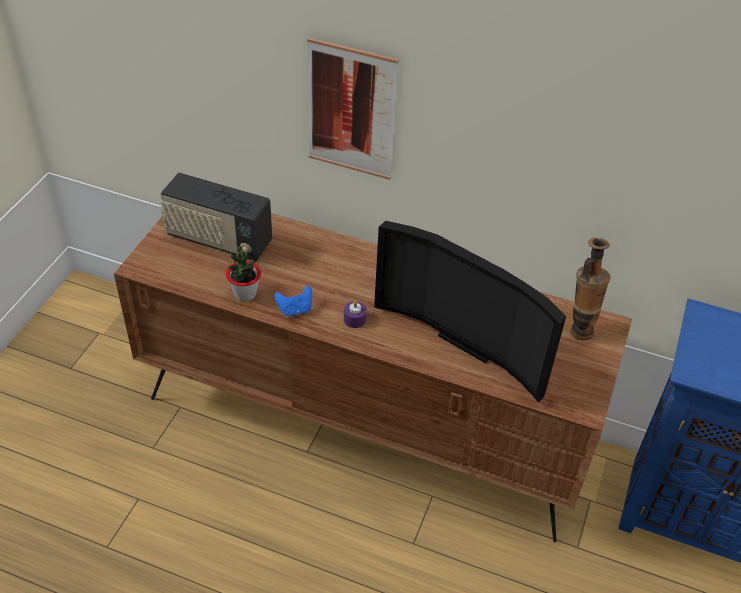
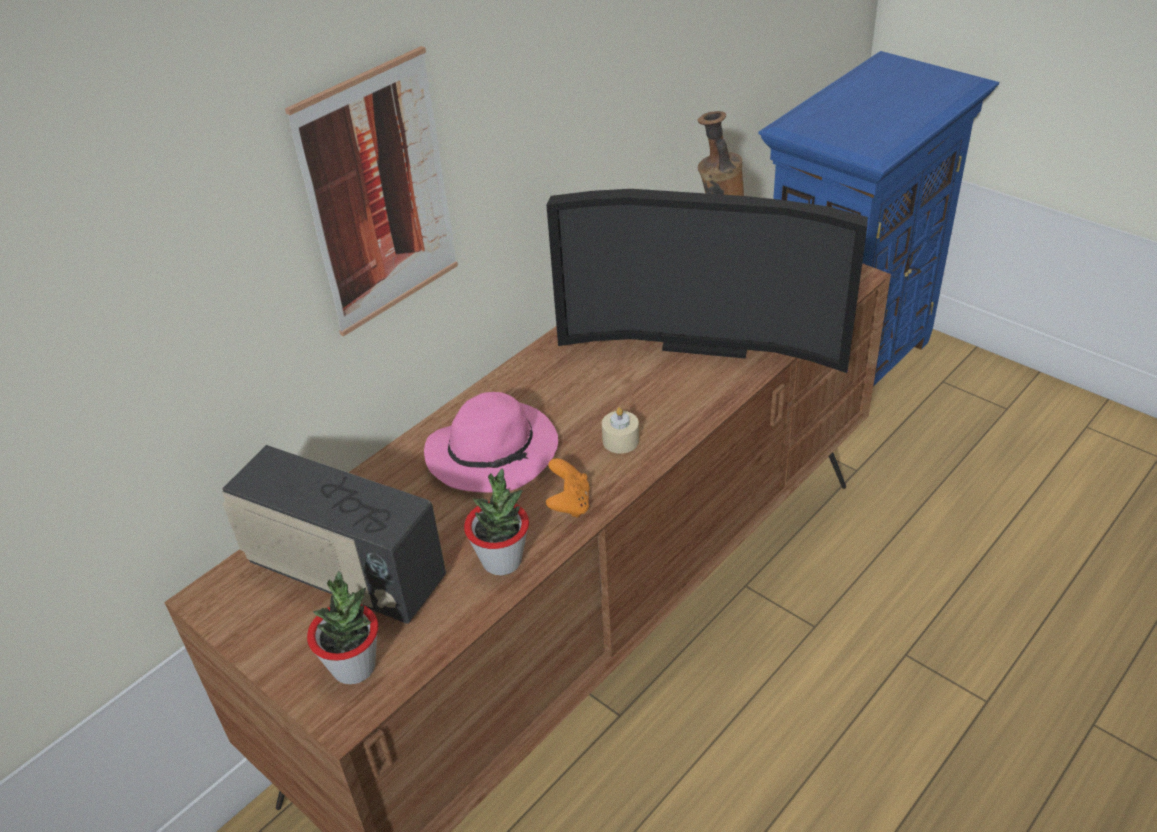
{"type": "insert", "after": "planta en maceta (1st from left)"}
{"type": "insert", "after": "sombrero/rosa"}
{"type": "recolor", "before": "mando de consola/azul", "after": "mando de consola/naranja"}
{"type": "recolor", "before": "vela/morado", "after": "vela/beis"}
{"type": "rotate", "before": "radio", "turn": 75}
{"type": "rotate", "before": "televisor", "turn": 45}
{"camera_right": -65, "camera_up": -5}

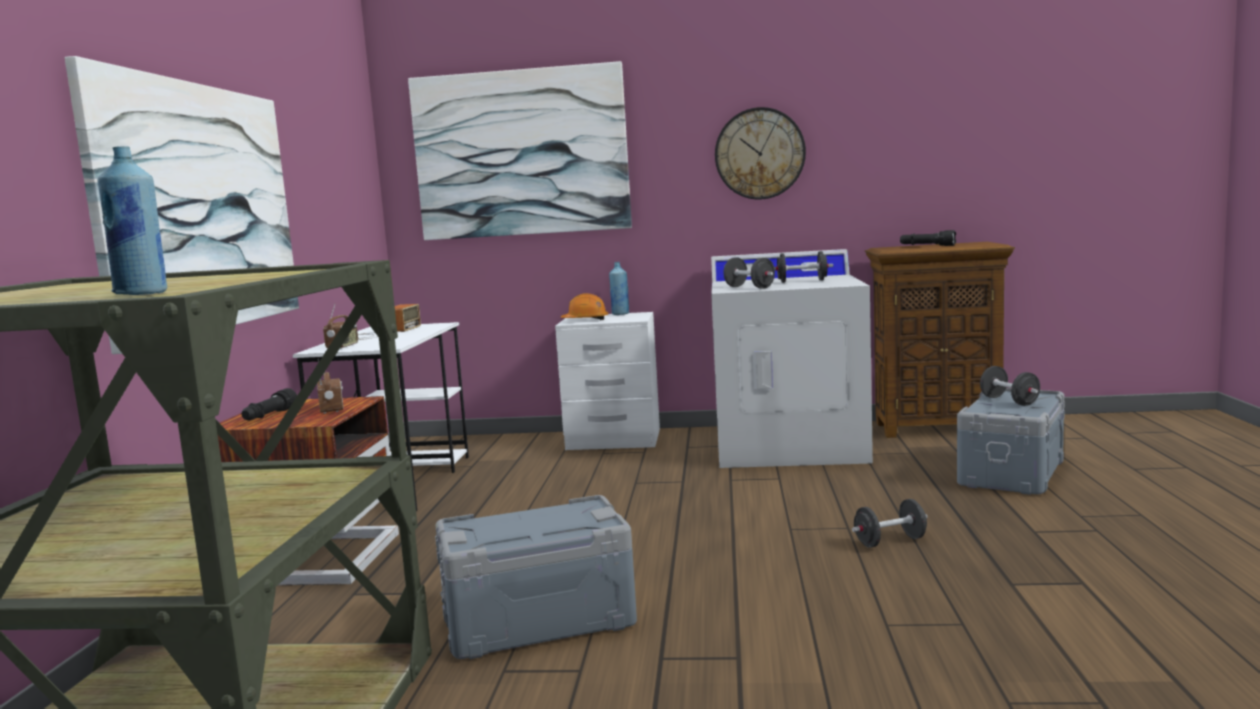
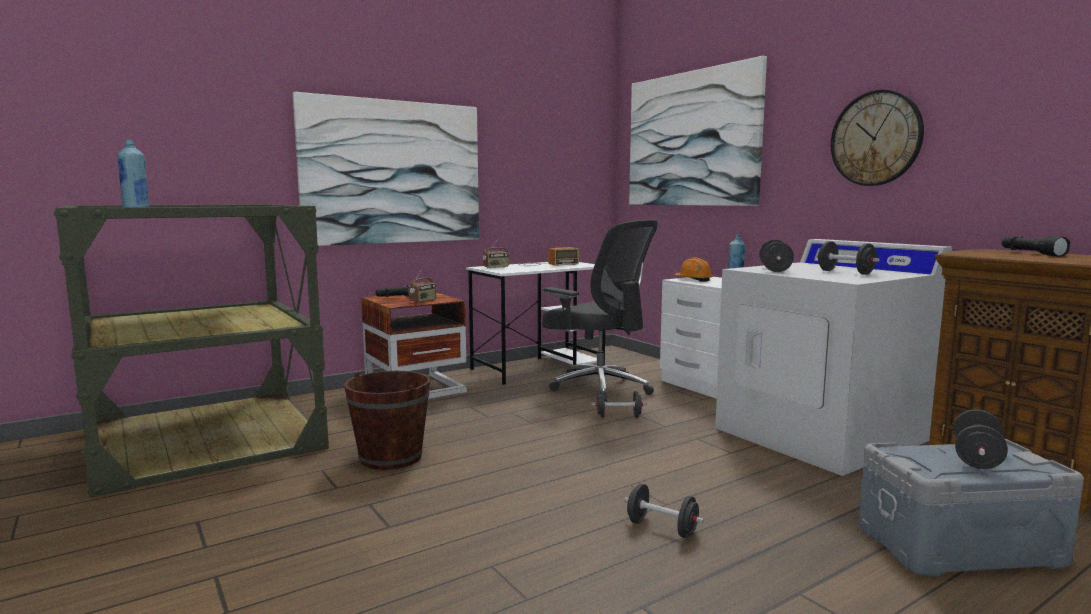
{"type": "insert", "after": "silla de oficina"}
{"type": "insert", "after": "mancuerna/negro (1st from left)"}
{"type": "replace", "before": "caja de almacenaje/gris (1st from left)", "after": "cubo/marrón"}
{"camera_right": 50, "camera_up": 0}

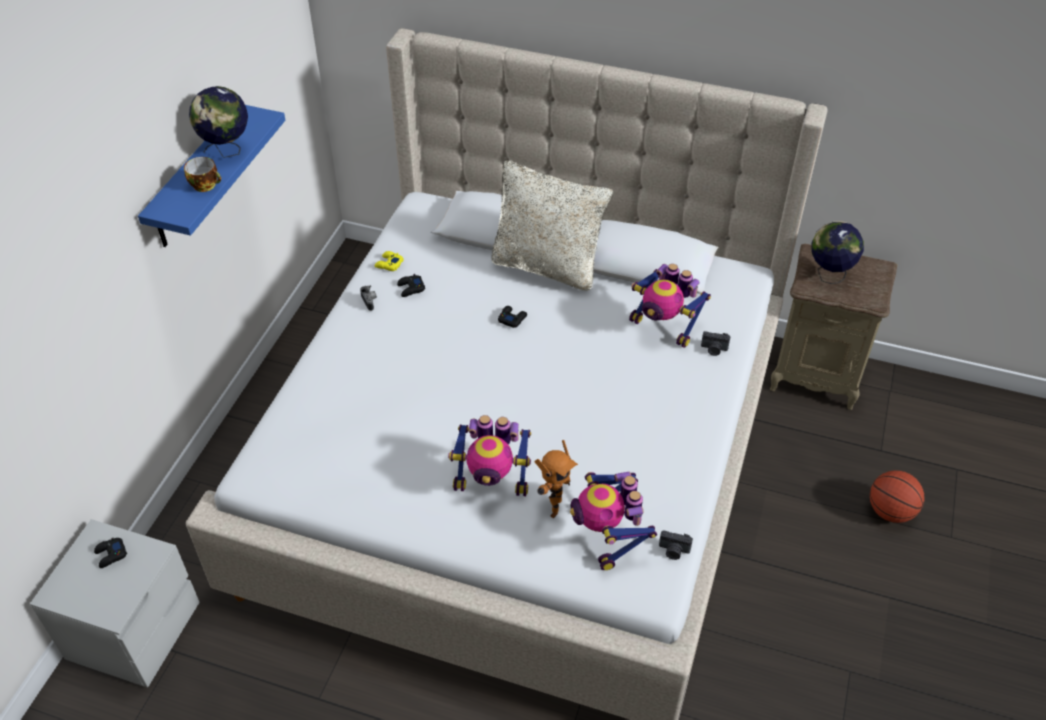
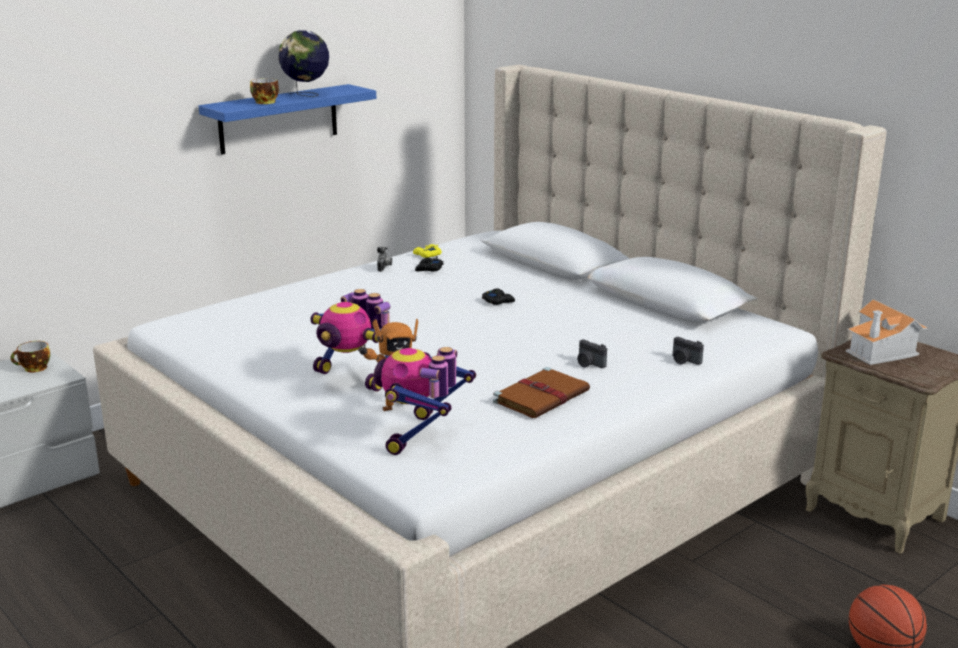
{"type": "delete", "before": "cojín/beis"}
{"type": "delete", "before": "robot de juguete (4th from left)"}
{"type": "insert", "after": "libro/marrón"}
{"type": "move", "before": "cámara (2nd from left)"}
{"type": "replace", "before": "mando de consola/negro (1st from left)", "after": "taza (1st from left)"}
{"type": "replace", "before": "globo terráqueo (2nd from left)", "after": "casita"}
{"camera_right": 30, "camera_up": -25}

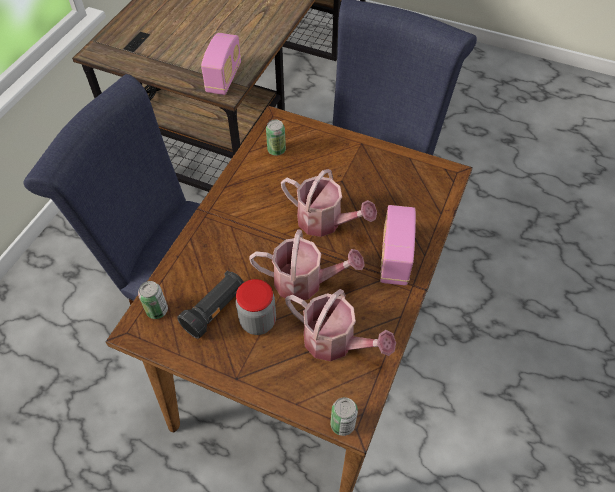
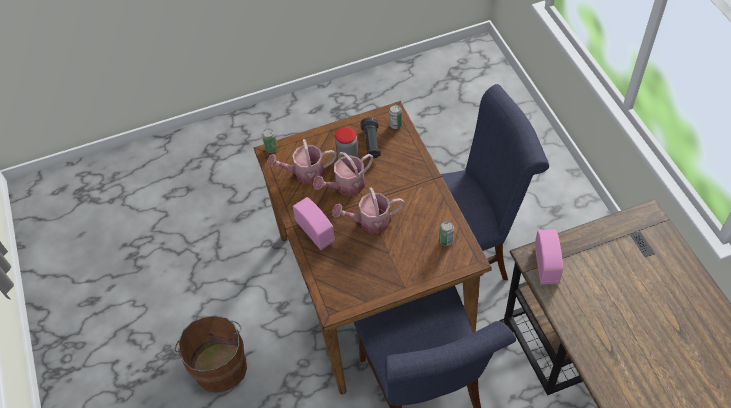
{"type": "insert", "after": "cubo/marrón"}
{"type": "rotate", "before": "radio (1st from left in the first image)", "turn": -150}
{"camera_right": 140, "camera_up": 0}

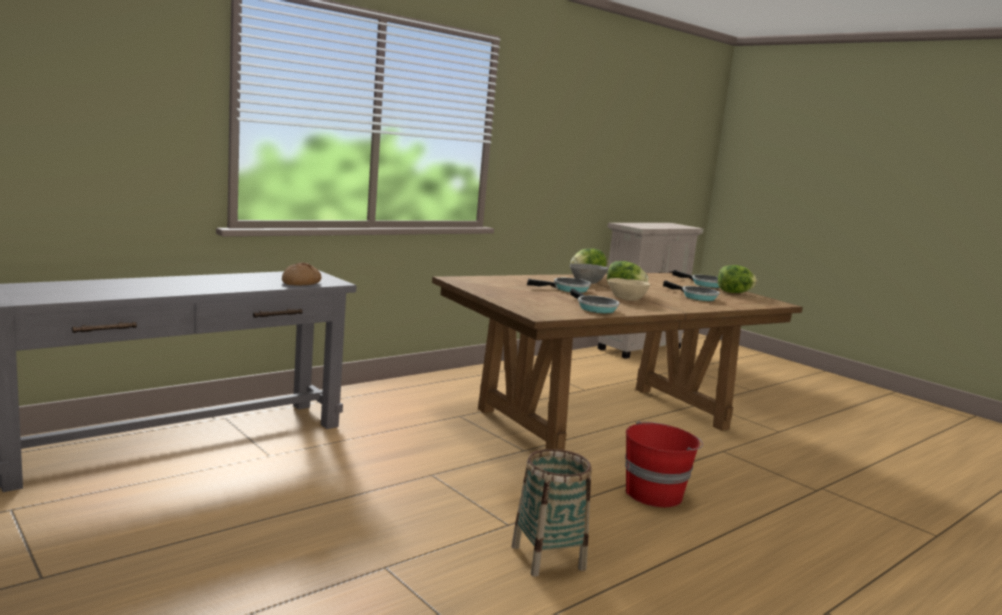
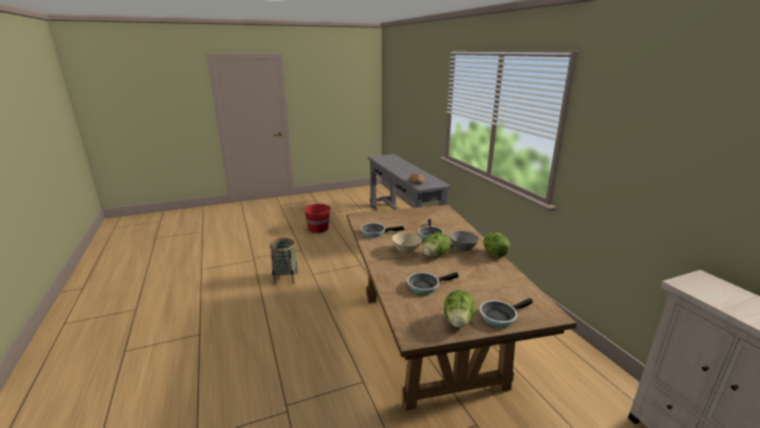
{"type": "move", "before": "cubo/rojo"}
{"camera_right": 110, "camera_up": 10}

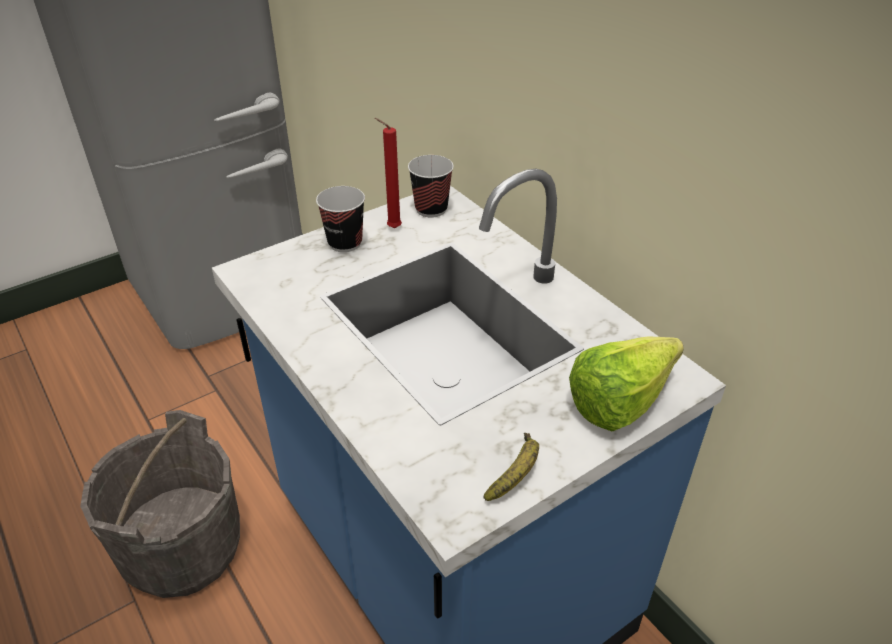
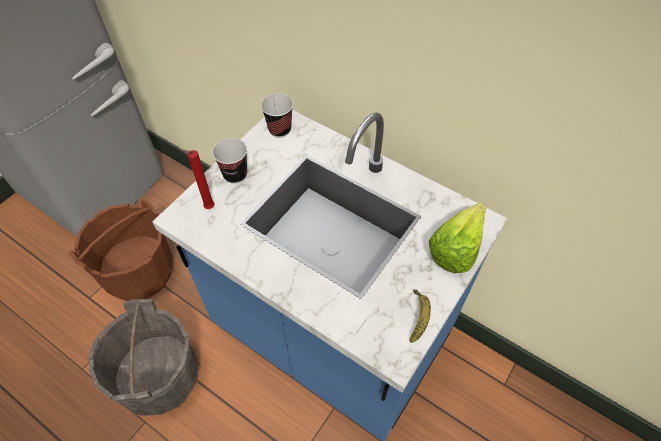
{"type": "insert", "after": "cubo/marrón"}
{"type": "move", "before": "vela/rojo"}
{"camera_right": -20, "camera_up": 15}

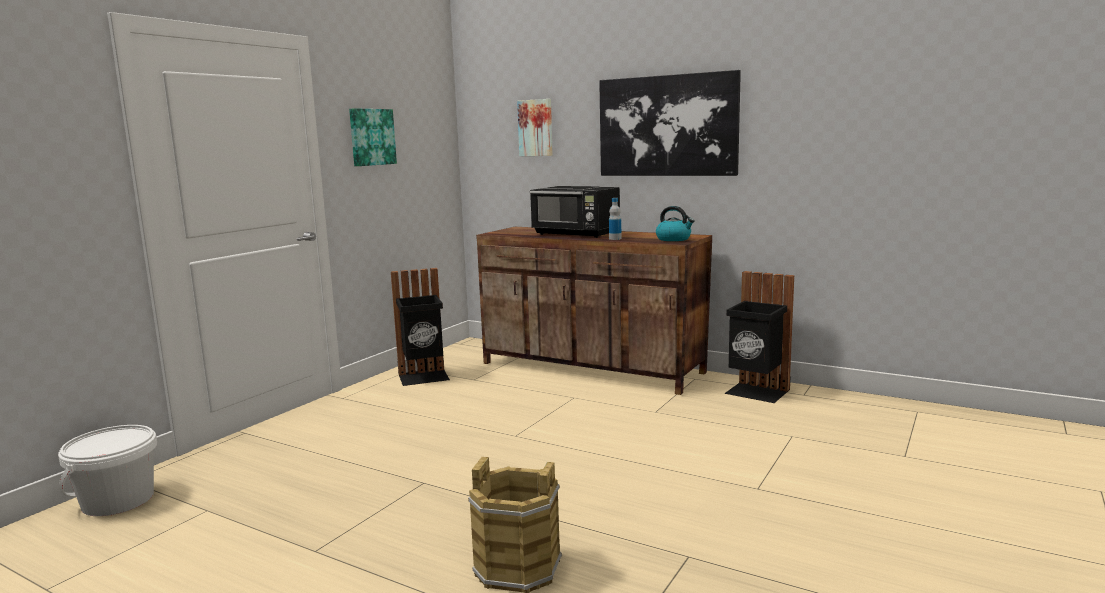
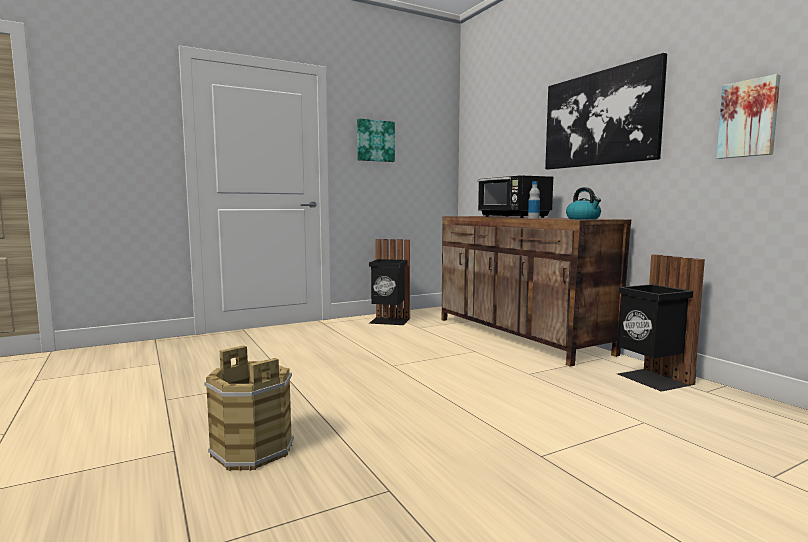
{"type": "delete", "before": "cubo/blanco"}
{"type": "move", "before": "cuadro (2nd from left in the first image)", "after": "cuadro (3rd from left)"}
{"camera_right": 30, "camera_up": -5}

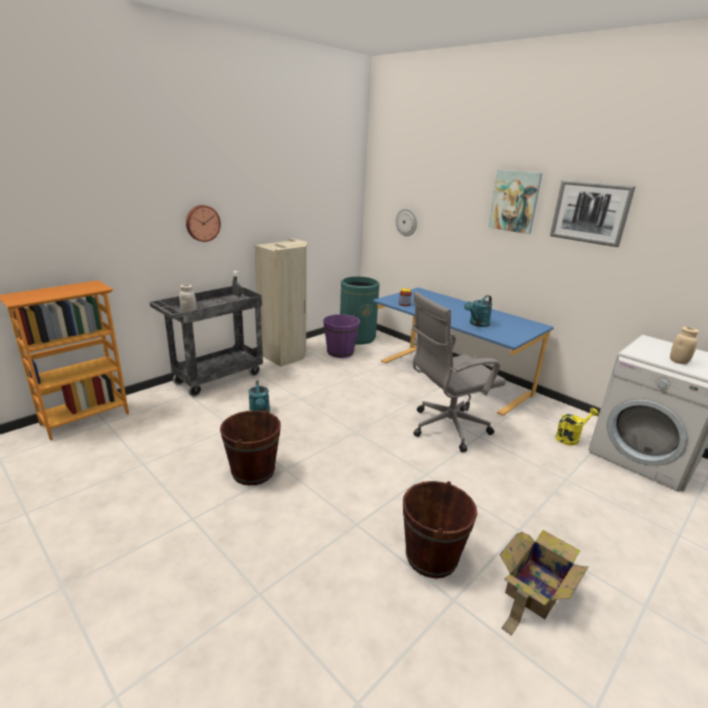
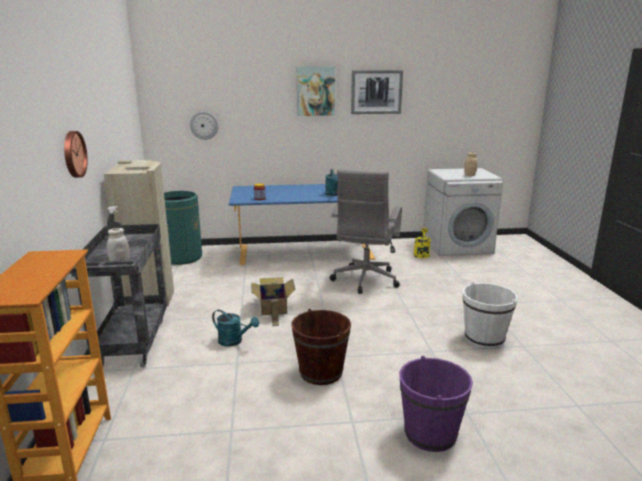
{"type": "move", "before": "cubo/morado"}
{"type": "move", "before": "caja de cartón"}
{"type": "recolor", "before": "cubo/marrón (2nd from left)", "after": "cubo/blanco"}
{"camera_right": -50, "camera_up": -5}

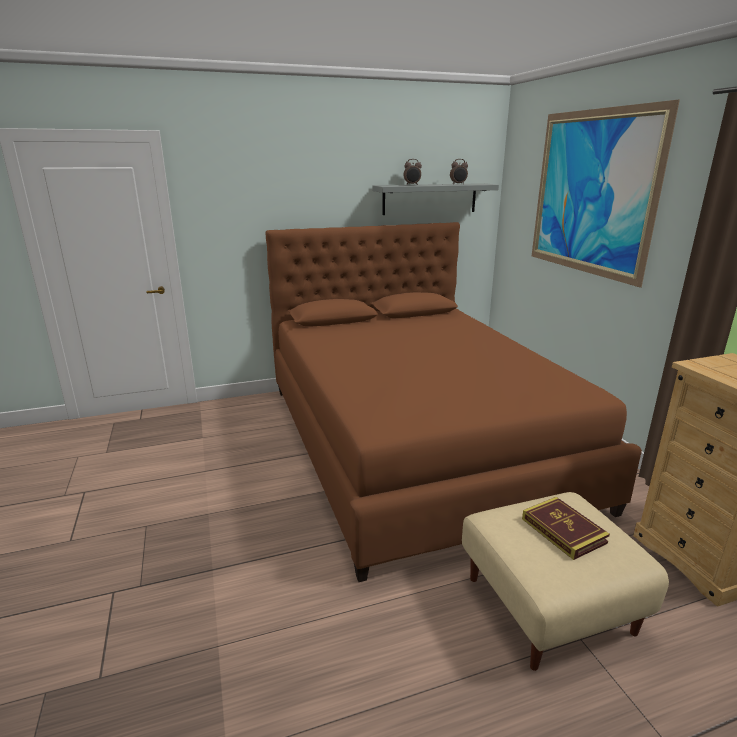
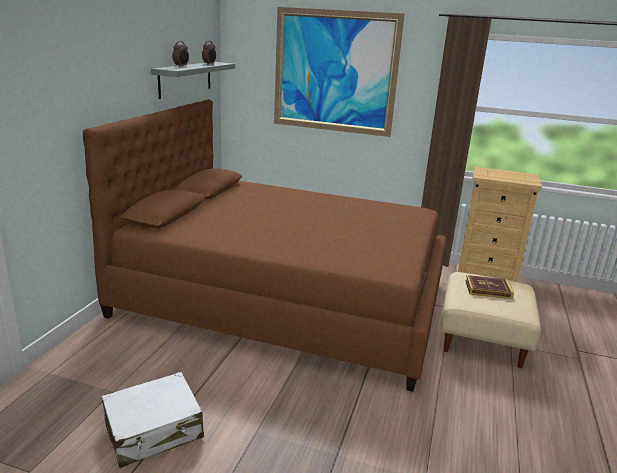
{"type": "insert", "after": "maleta/blanco"}
{"camera_right": -55, "camera_up": 0}

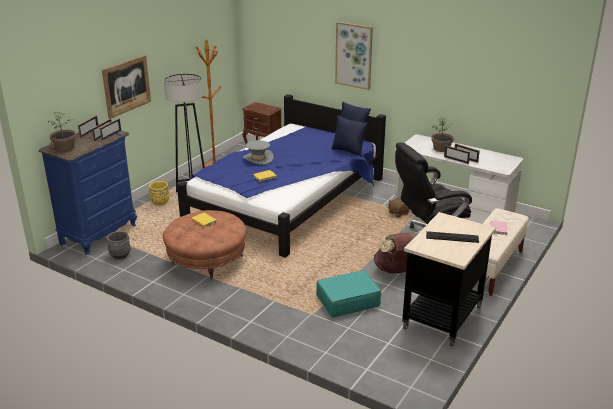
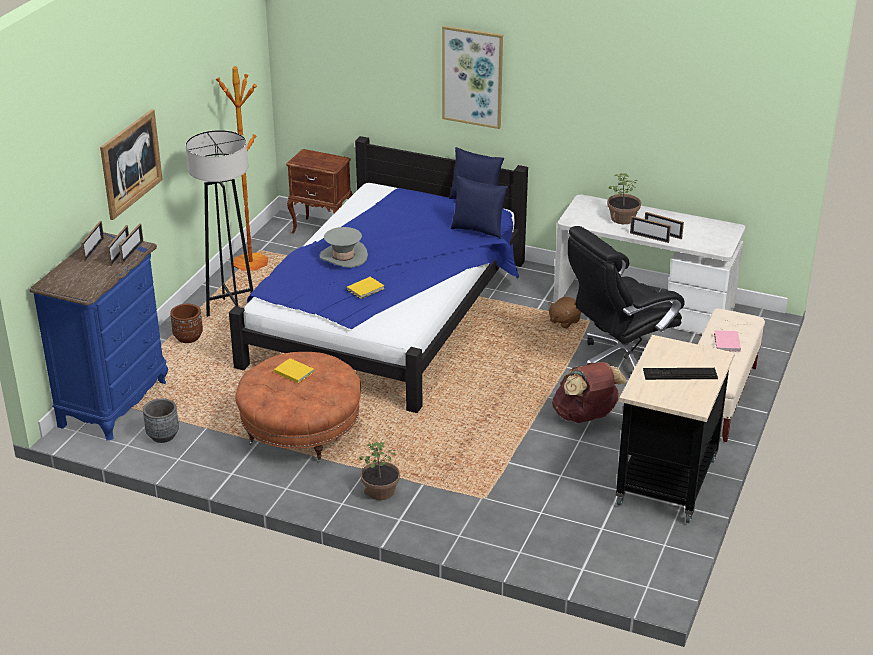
{"type": "delete", "before": "maleta/turquesa"}
{"type": "move", "before": "planta en maceta (1st from left)"}
{"type": "recolor", "before": "maceta/amarillo", "after": "maceta/marrón"}
{"camera_right": -10, "camera_up": 5}

